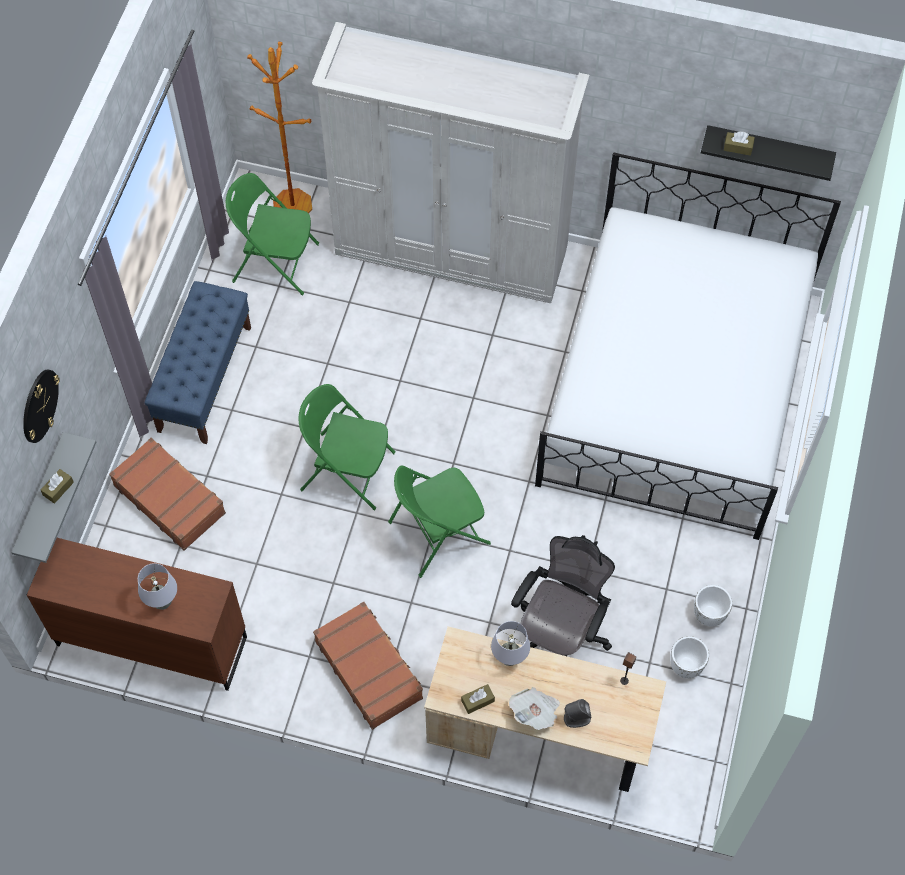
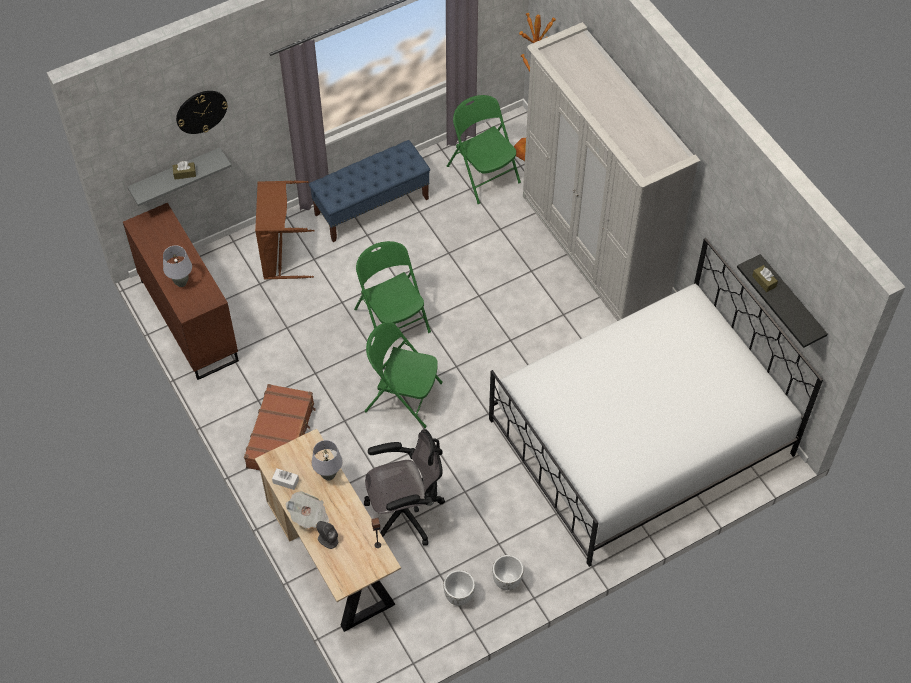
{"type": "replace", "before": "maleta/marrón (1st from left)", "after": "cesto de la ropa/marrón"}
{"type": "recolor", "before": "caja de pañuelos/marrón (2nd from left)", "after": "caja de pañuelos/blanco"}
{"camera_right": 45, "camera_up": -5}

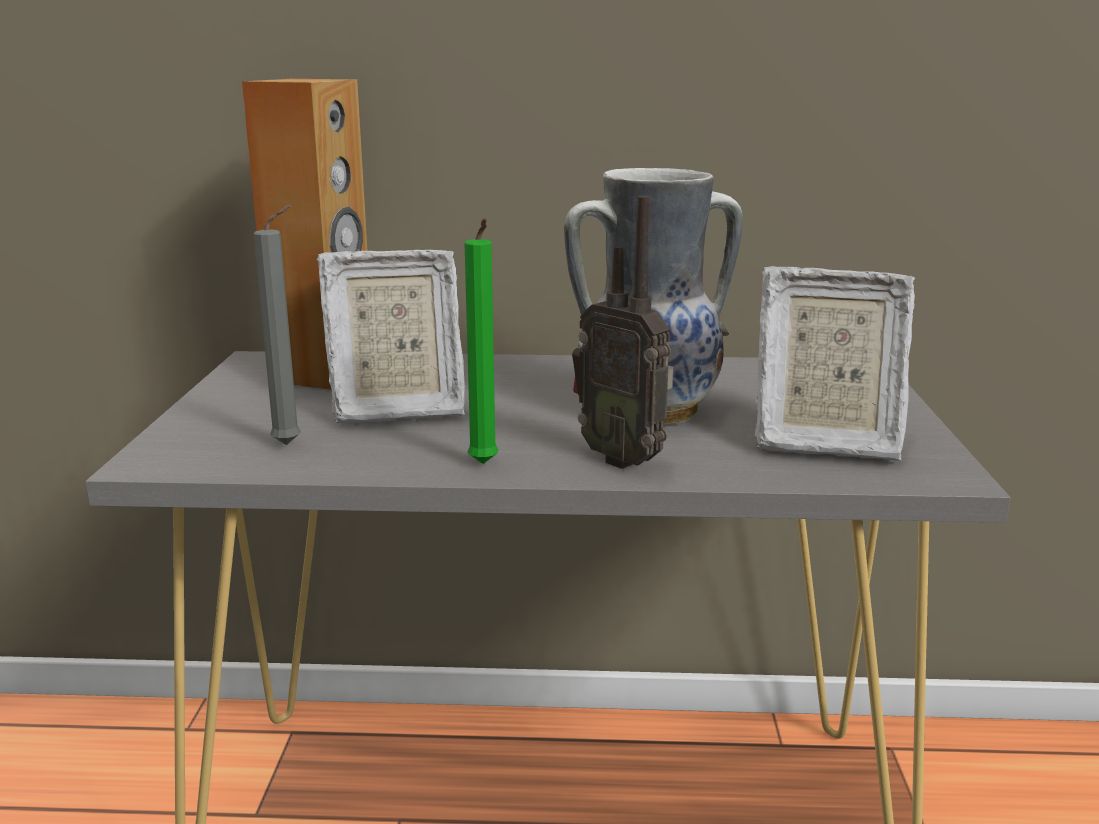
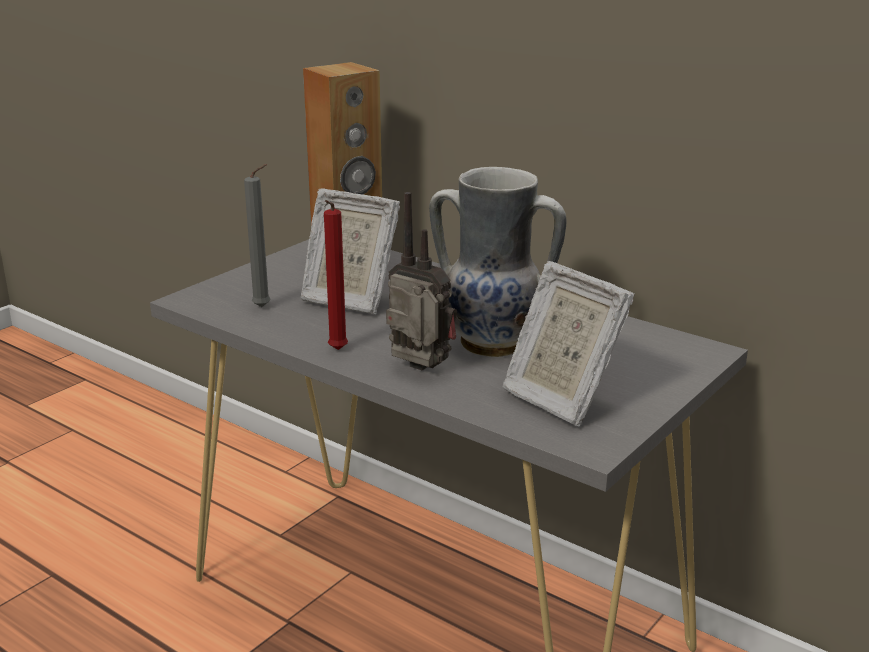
{"type": "recolor", "before": "vela/verde", "after": "vela/rojo"}
{"type": "rotate", "before": "radio", "turn": 135}
{"camera_right": 35, "camera_up": 5}

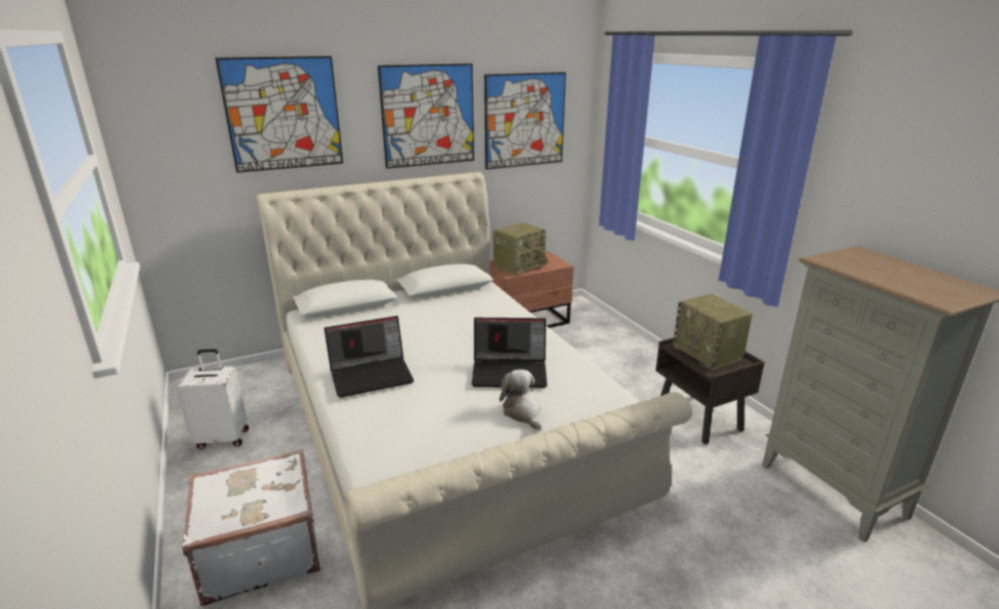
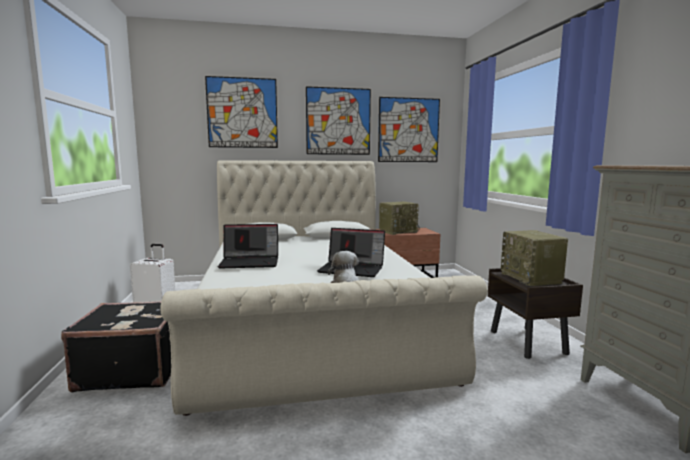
{"type": "recolor", "before": "maleta/blanco (2nd from left)", "after": "maleta/negro"}
{"camera_right": 15, "camera_up": -15}

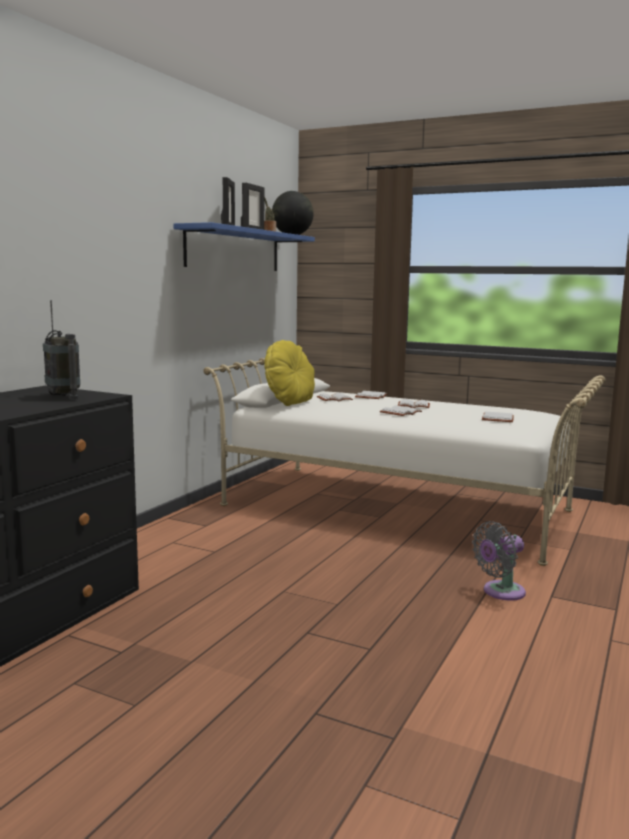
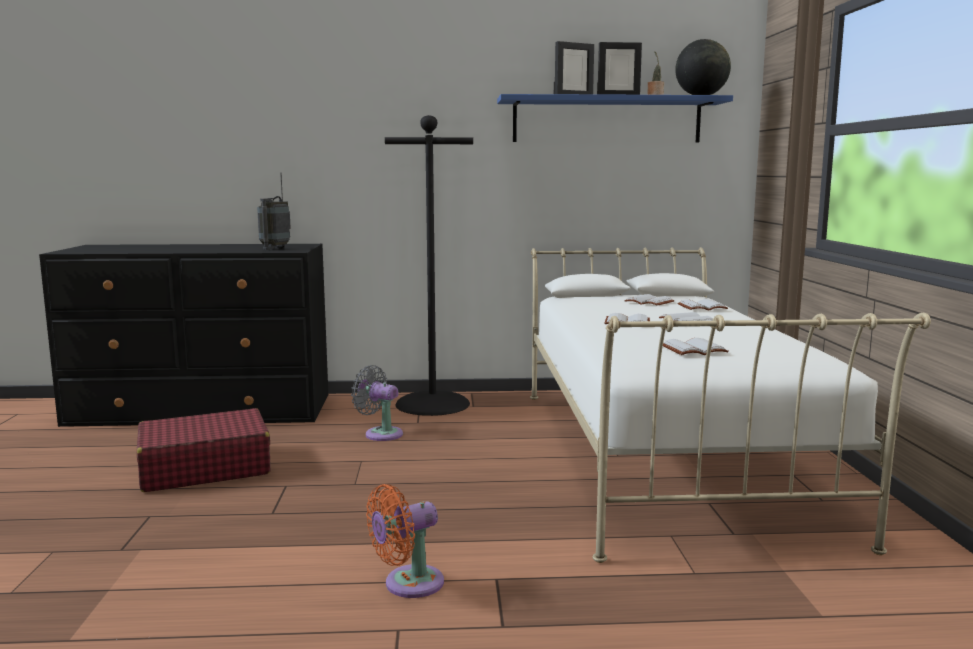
{"type": "delete", "before": "cojín/amarillo"}
{"type": "insert", "after": "maleta/rojo"}
{"type": "insert", "after": "ventilador/naranja"}
{"type": "insert", "after": "perchero/negro"}
{"type": "move", "before": "ventilador/gris"}
{"camera_right": 60, "camera_up": 0}

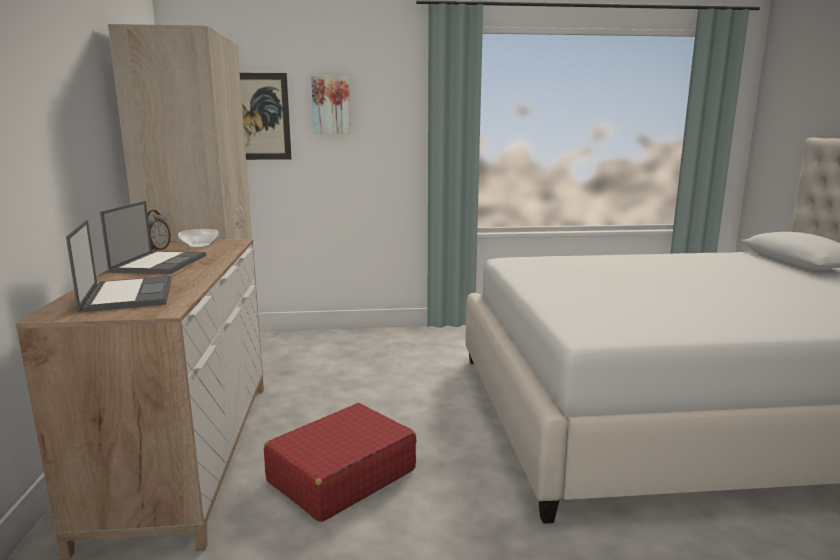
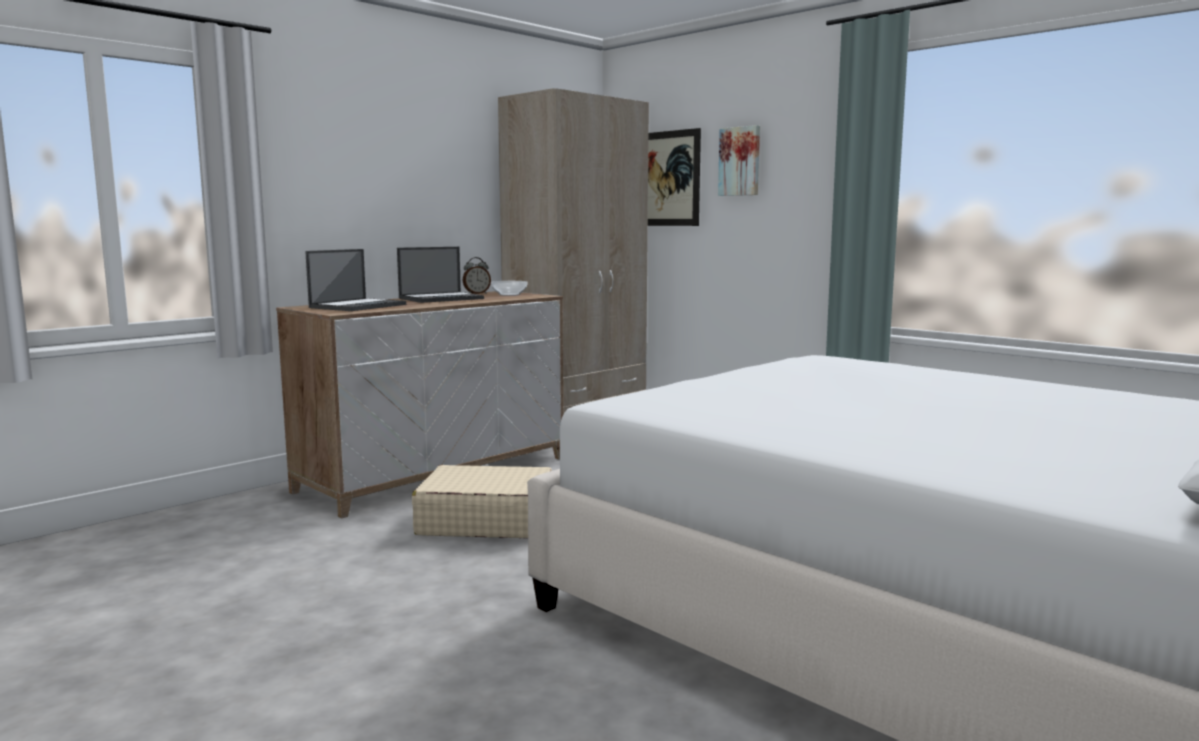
{"type": "recolor", "before": "maleta/rojo", "after": "maleta/beis"}
{"camera_right": 50, "camera_up": -5}

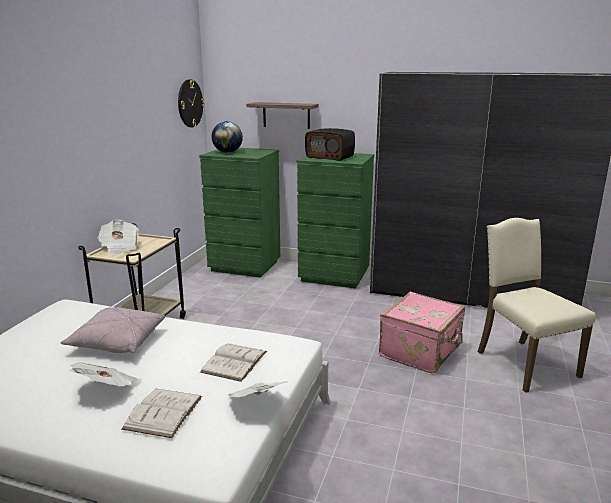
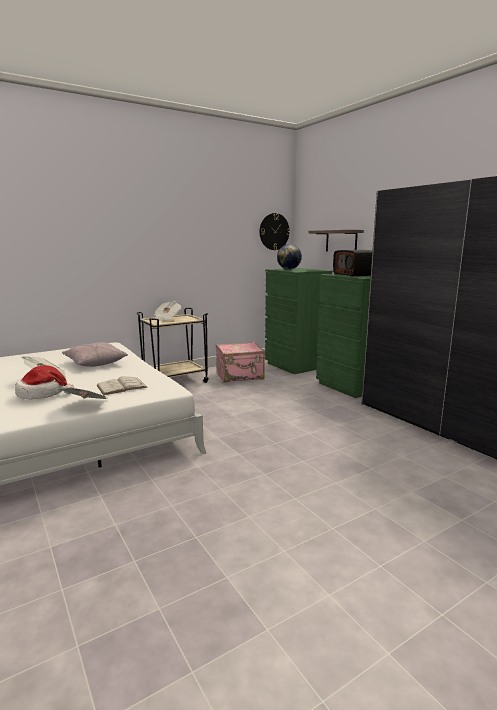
{"type": "delete", "before": "silla/beis"}
{"type": "move", "before": "maleta/rosa"}
{"type": "replace", "before": "libro/blanco (1st from left)", "after": "sombrero"}
{"camera_right": 40, "camera_up": -5}

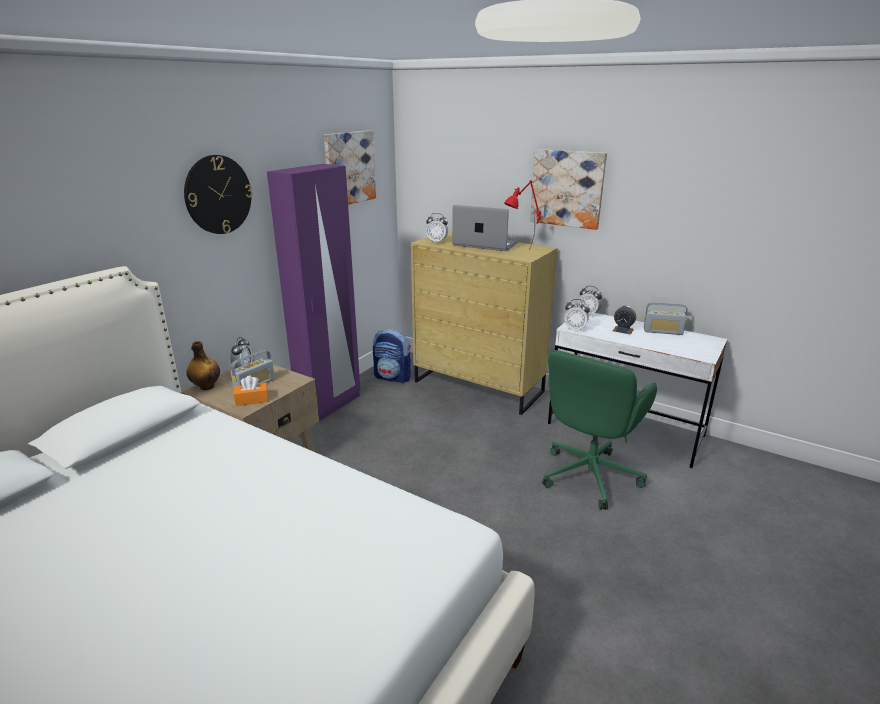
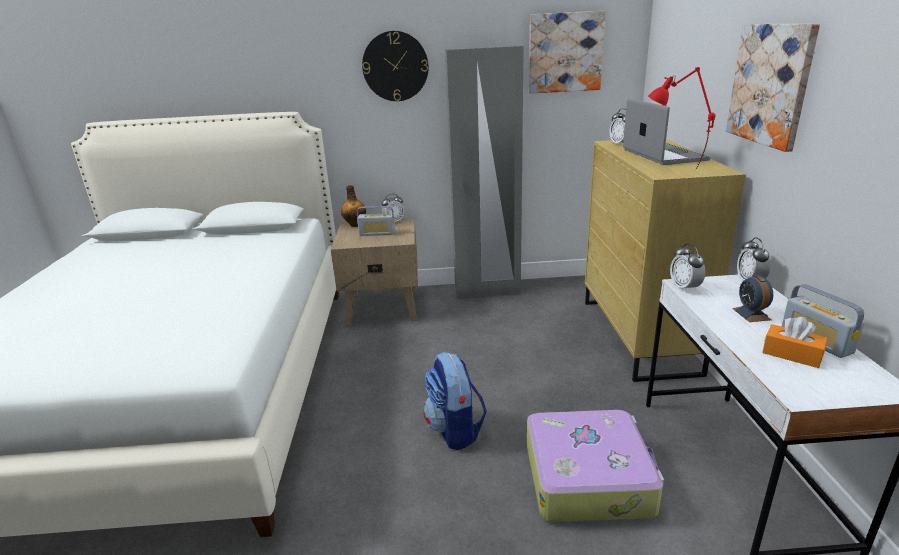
{"type": "move", "before": "caja de pañuelos/naranja"}
{"type": "move", "before": "mochila"}
{"type": "replace", "before": "silla de oficina/verde", "after": "maleta"}
{"type": "recolor", "before": "armario ropero/morado", "after": "armario ropero/gris"}
{"camera_right": 55, "camera_up": 0}

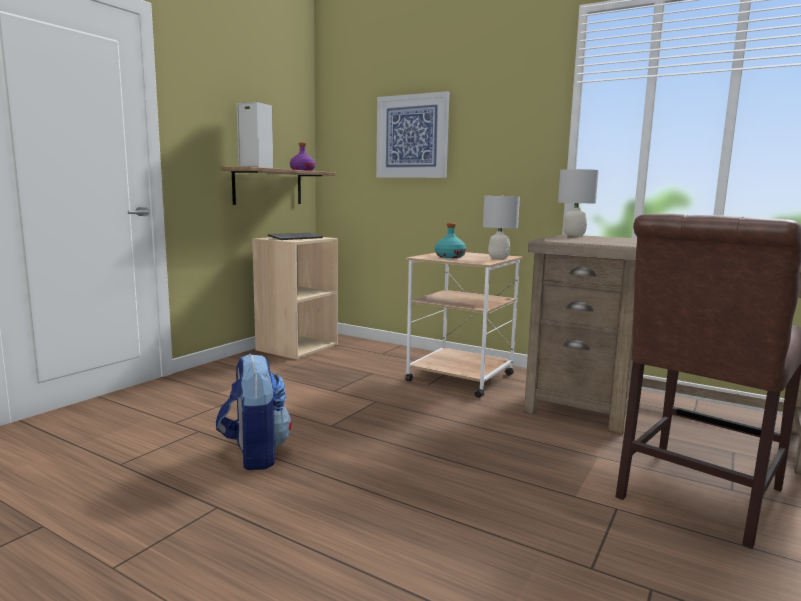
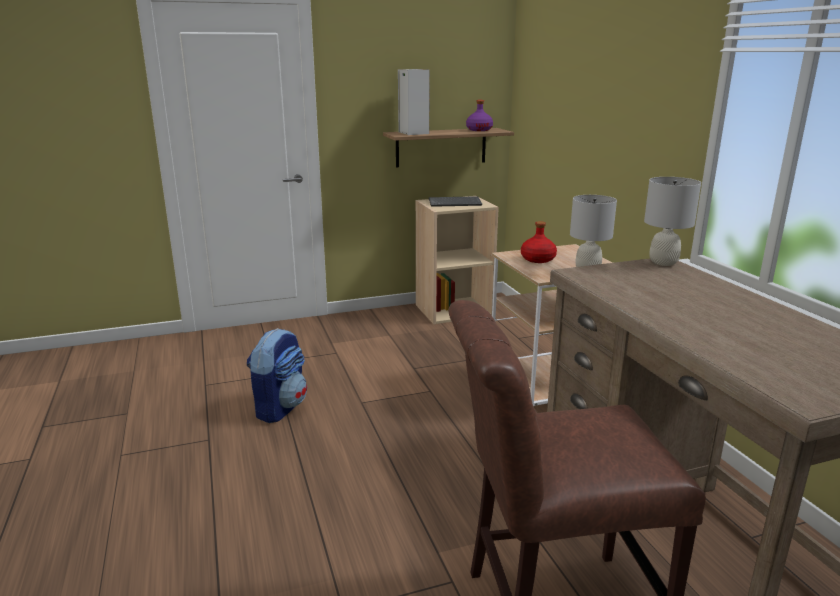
{"type": "delete", "before": "cuadro"}
{"type": "recolor", "before": "botella/turquesa", "after": "botella/rojo"}
{"camera_right": 40, "camera_up": 10}

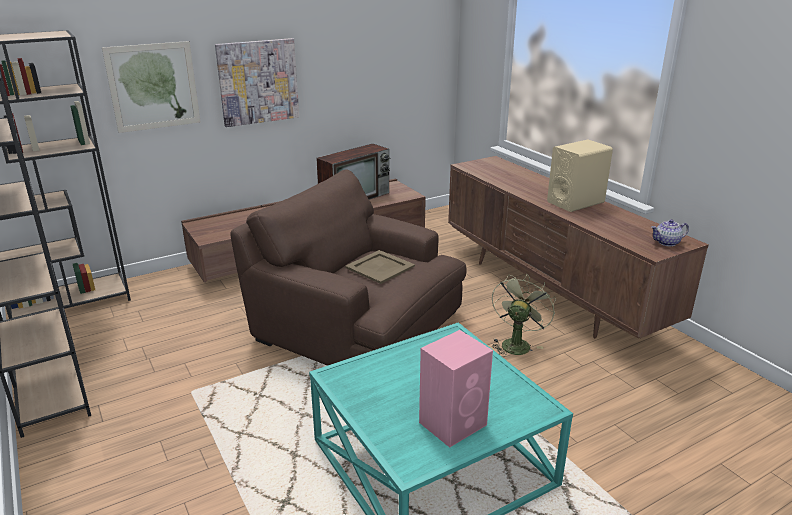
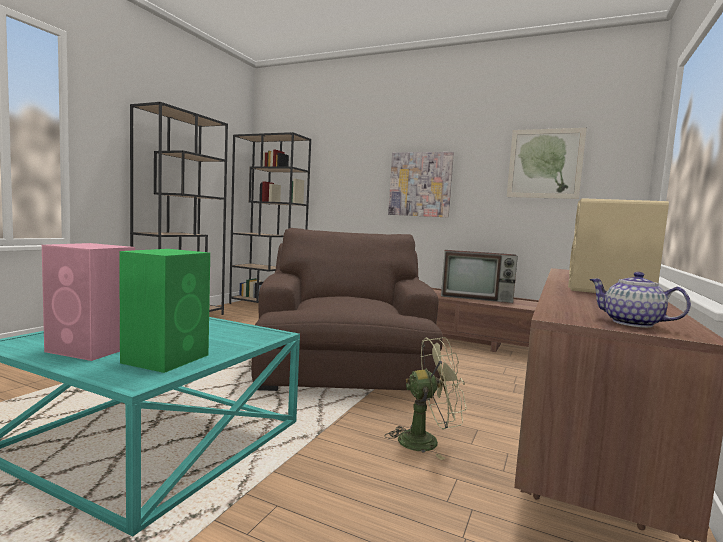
{"type": "delete", "before": "bandeja/beis"}
{"type": "insert", "after": "altavoz/verde"}
{"type": "move", "before": "cuadro (1st from left in the first image)", "after": "cuadro (2nd from left)"}
{"camera_right": 55, "camera_up": -20}

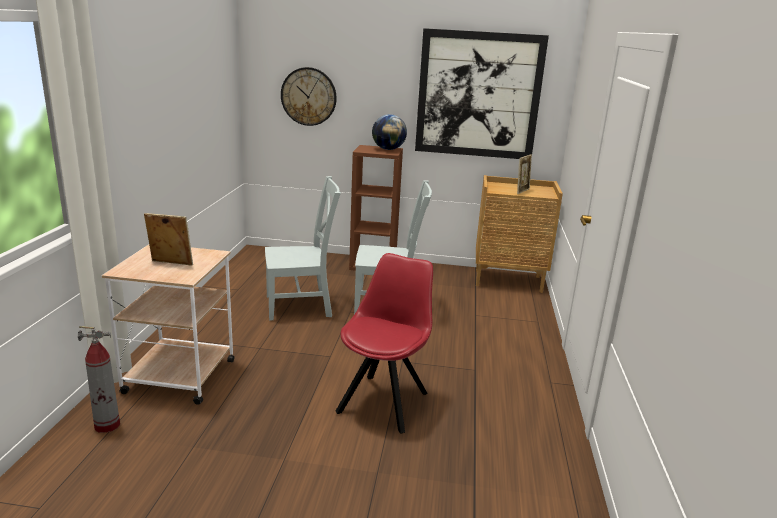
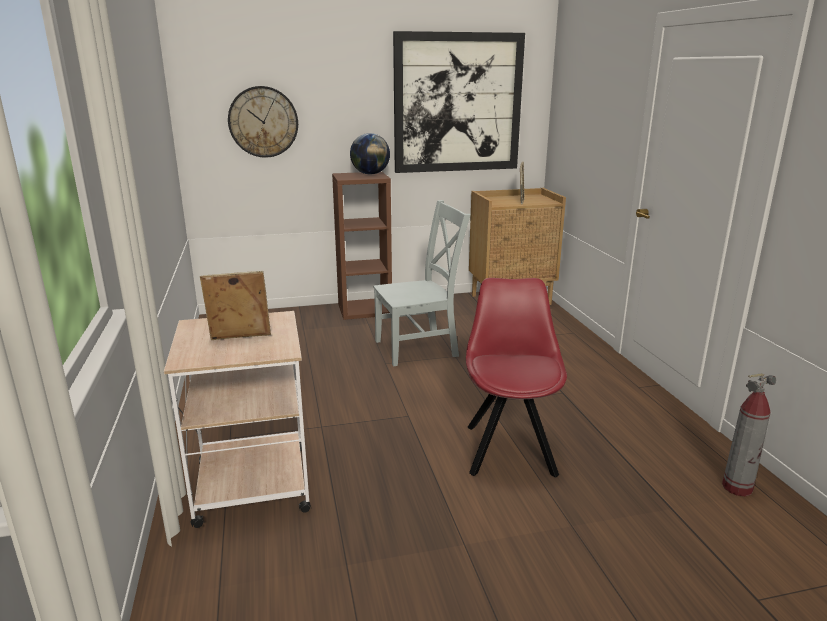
{"type": "delete", "before": "silla/gris (1st from left)"}
{"type": "move", "before": "extintor"}
{"camera_right": -20, "camera_up": 0}

